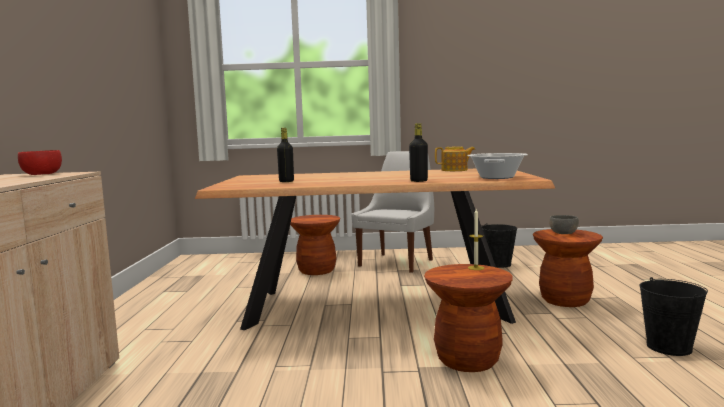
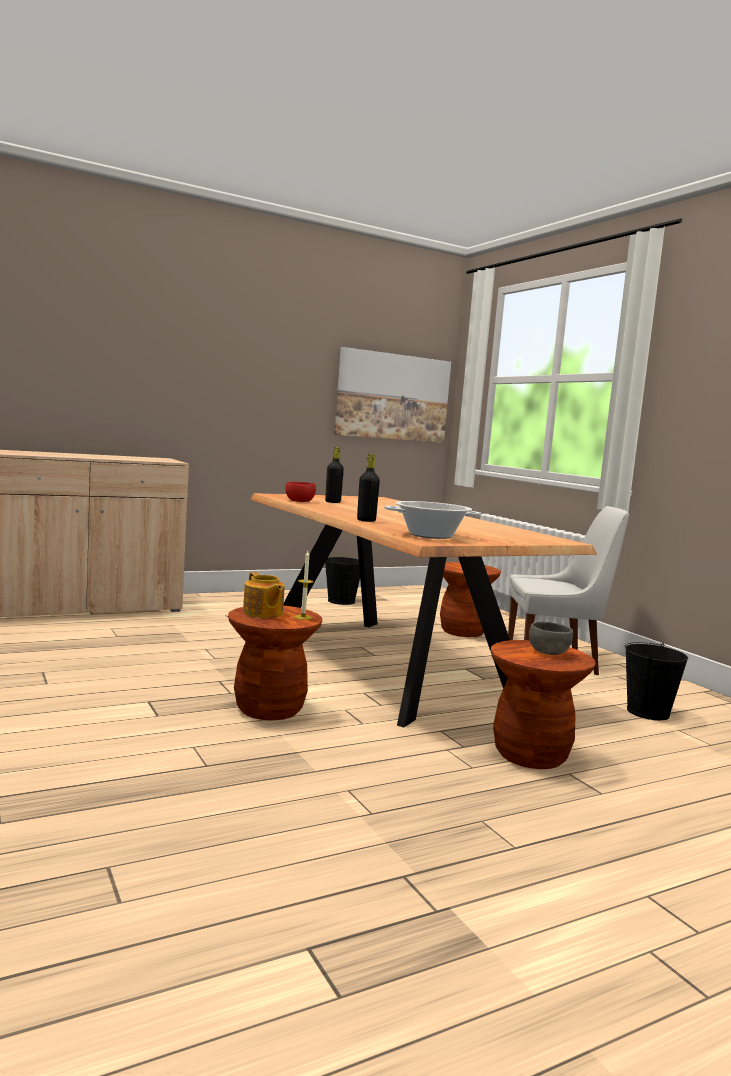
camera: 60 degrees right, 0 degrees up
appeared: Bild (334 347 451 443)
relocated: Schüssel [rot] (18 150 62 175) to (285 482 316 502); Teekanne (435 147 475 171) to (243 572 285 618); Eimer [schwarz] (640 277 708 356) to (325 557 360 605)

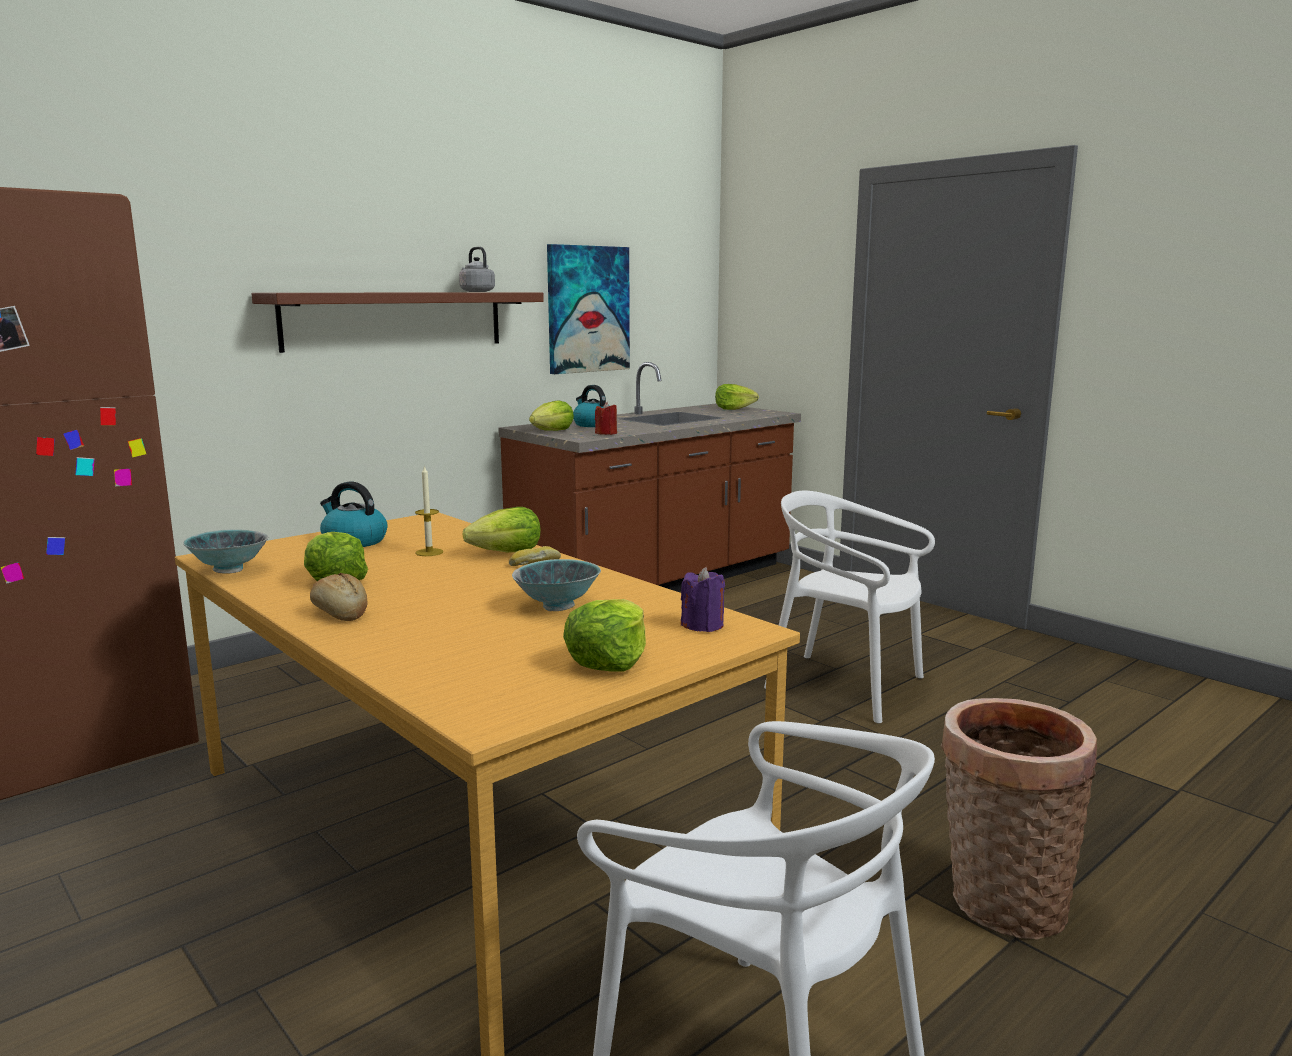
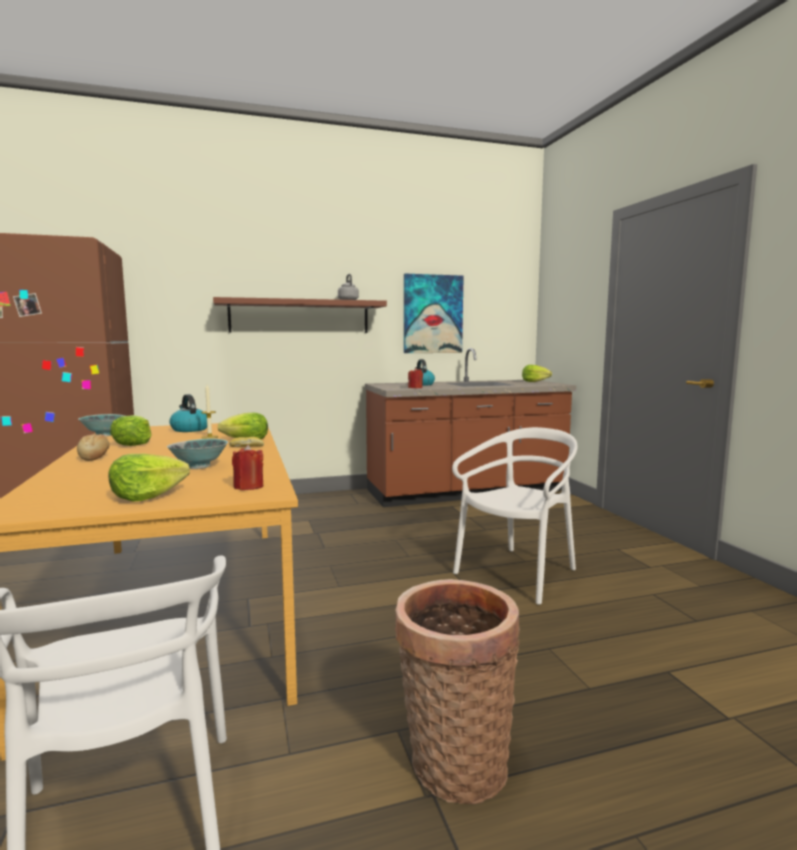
camera: 25 degrees right, 5 degrees down
missing: Salatkopf (529 401 574 431)
colour: Kerze [lila] (681 567 725 632) to Kerze [rot] (232 445 263 490)
spun: Stuhl [weiß] (764 491 935 724) = (452 427 578 605) 75 degrees clockwise

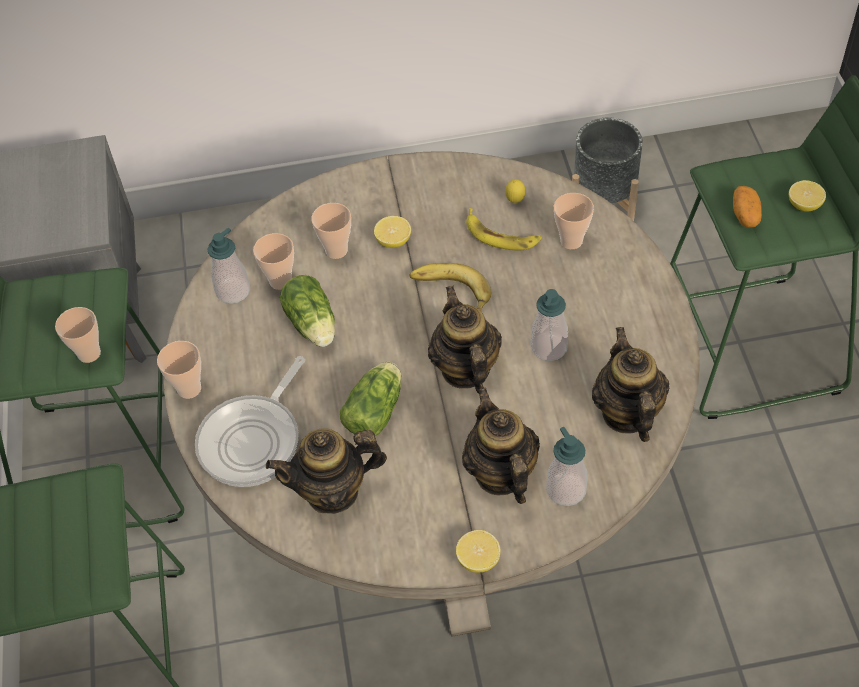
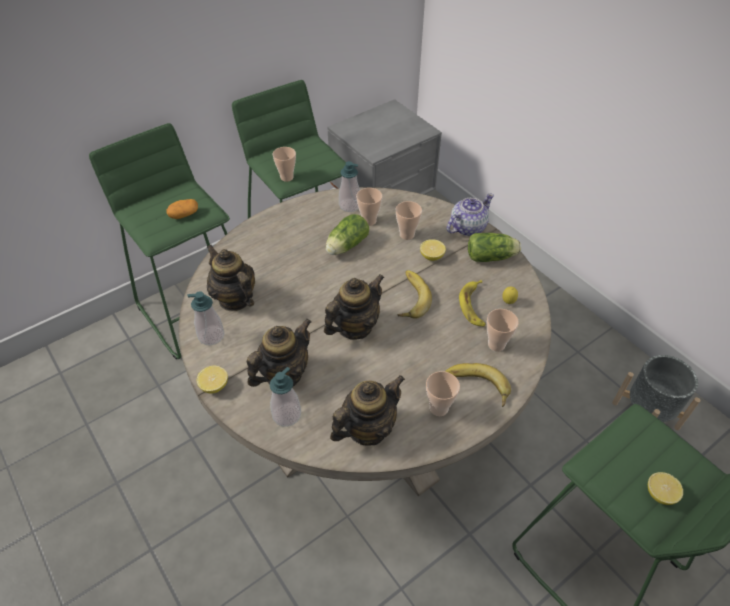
camera: 60 degrees right, 5 degrees down
missing: Pfanne (195 356 305 487)
appeared: Banane (445 363 511 407); Teekanne (447 194 494 236)
relocated: Tasse (157 341 201 399) to (426 371 460 416); Salatkopf (340 362 401 436) to (468 233 521 262); Seifenspender (530 289 568 361) to (187 291 224 345); Kartoffel (733 186 762 228) to (167 199 198 219)

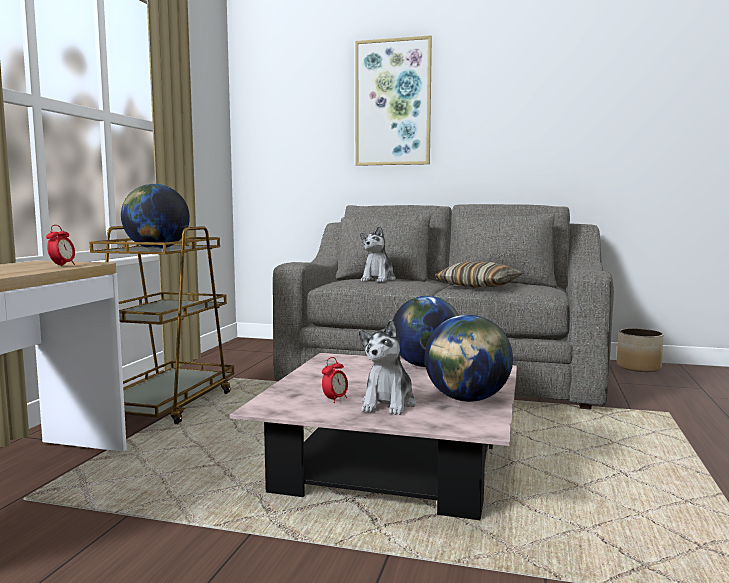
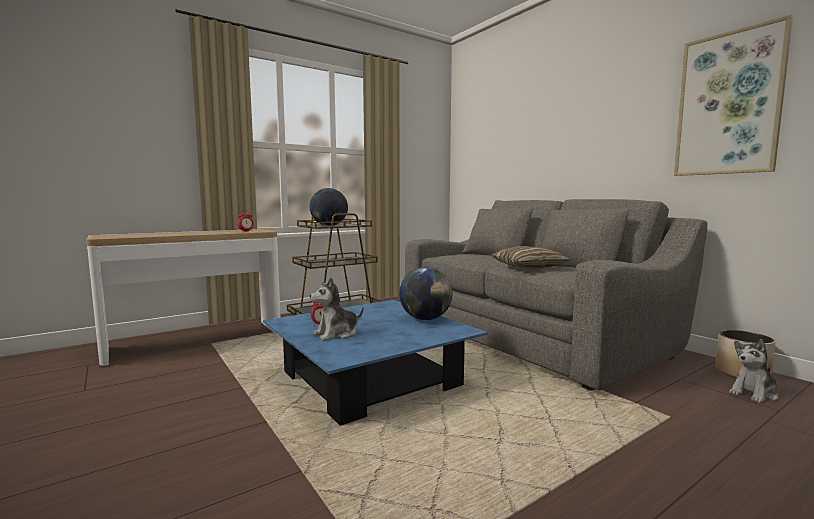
camera: 40 degrees right, 0 degrees up
missing: Globus (425 315 513 402)
relocated: Bild (355 35 432 166) to (674 14 793 176); Plüschtier (360 226 396 282) to (729 339 779 403)
colour: Couchtisch [rosa] (230 353 517 520) to Couchtisch [blau] (263 300 488 426)

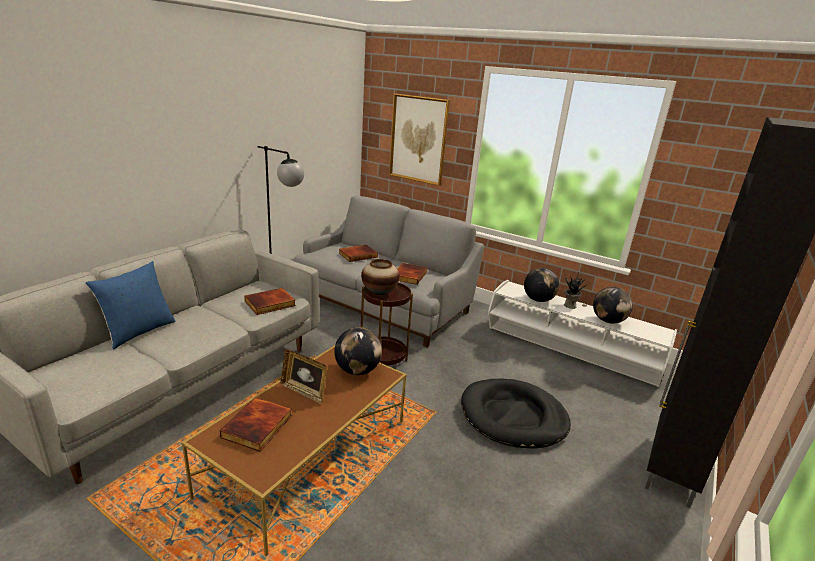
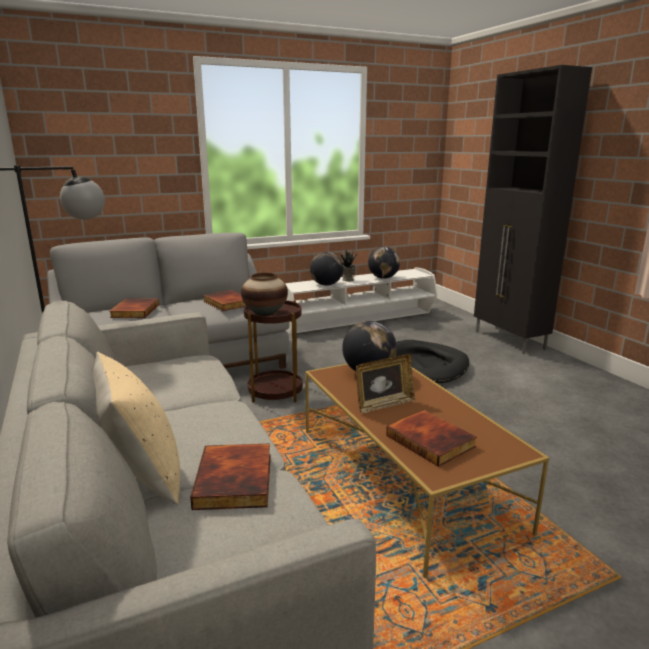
camera: 55 degrees left, 5 degrees down
missing: Bild (389 93 450 186)
relocated: Buch (244 288 296 315) to (190 444 271 510)
colour: Kissen [blau] (86 261 176 349) to Kissen [beige] (93 352 180 505)

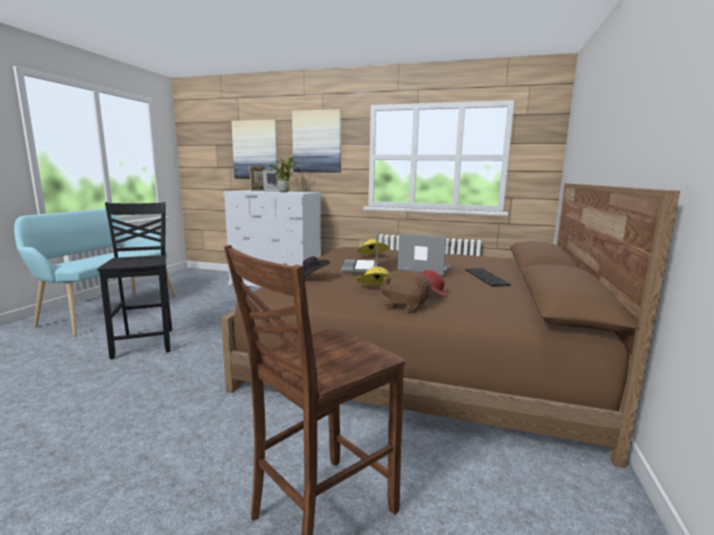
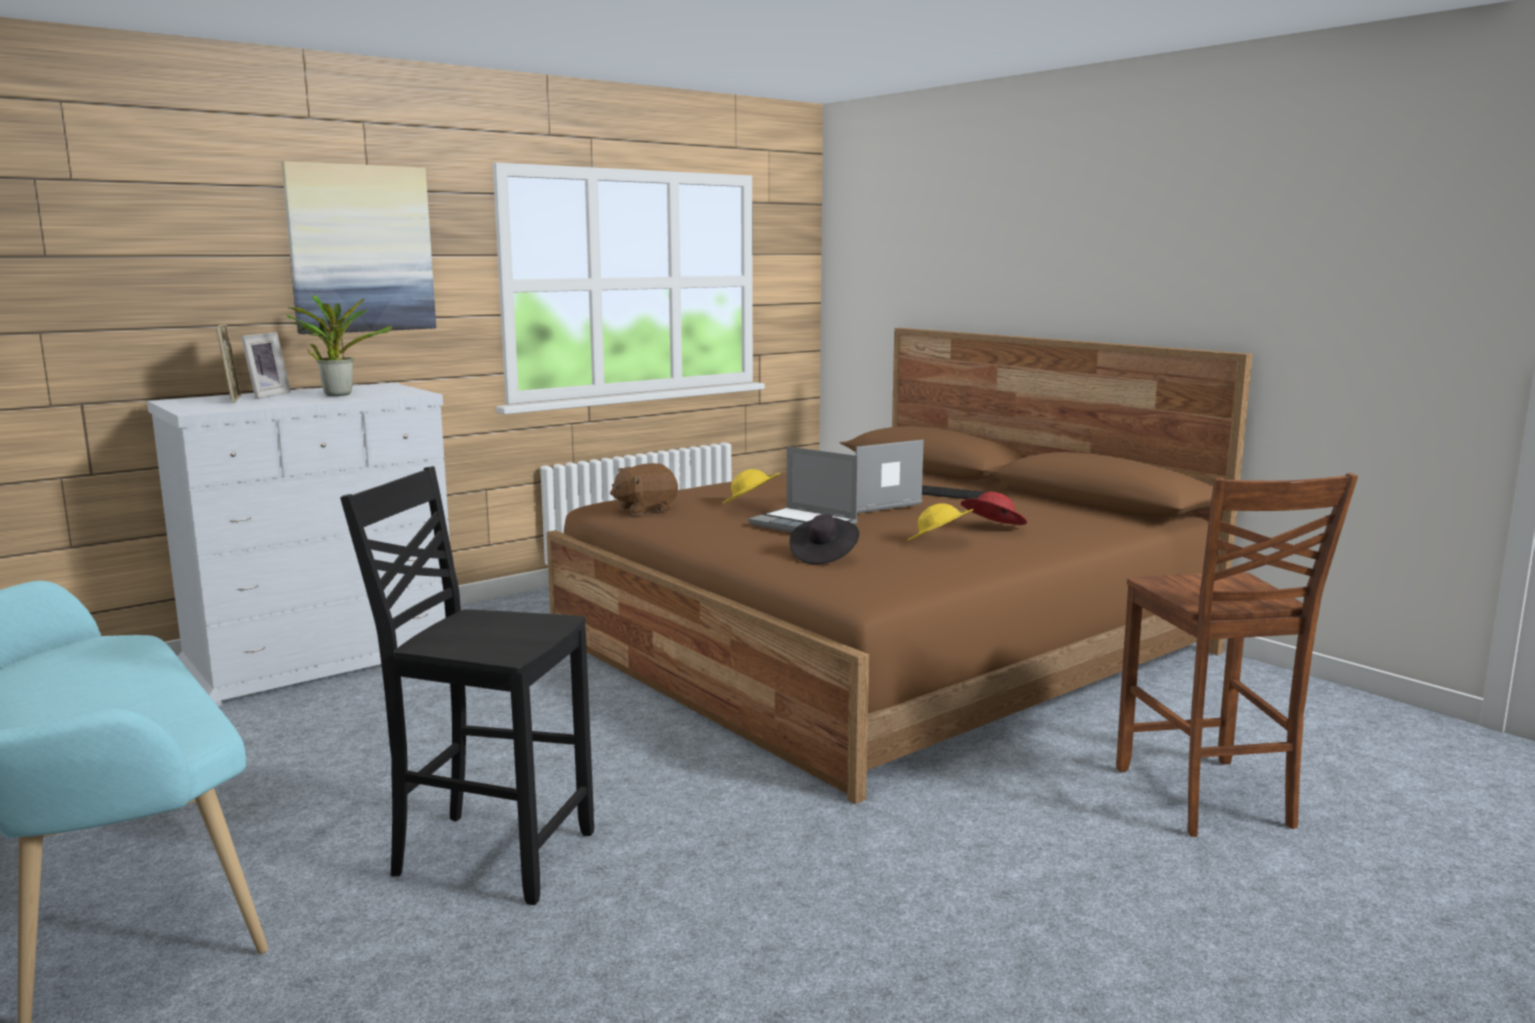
camera: 55 degrees left, 0 degrees up
missing: Bild (231 120 278 179)
relocated: Plüschtier [braun] (380 271 431 311) to (610 463 678 515)

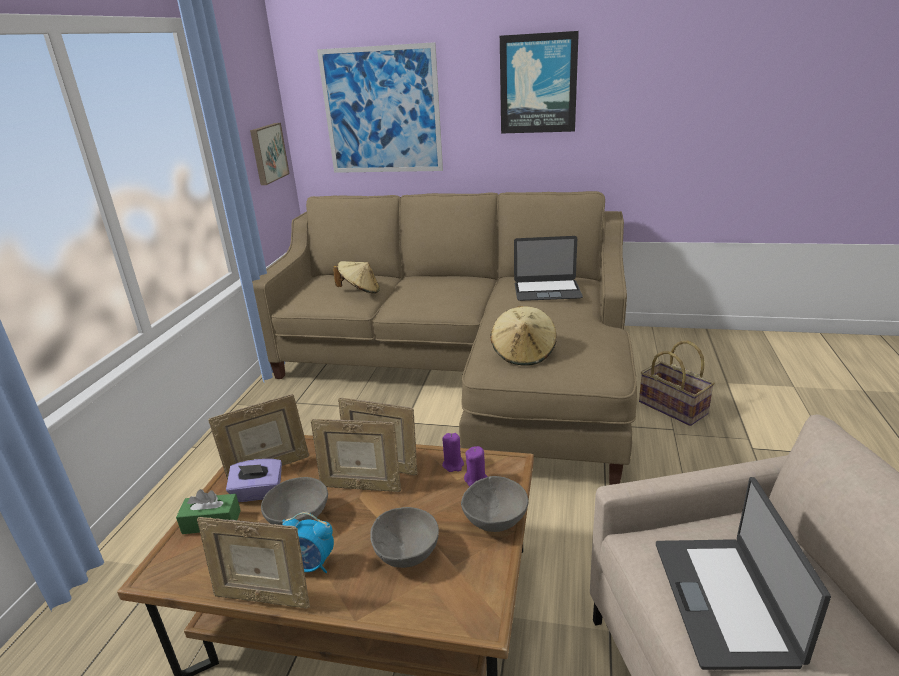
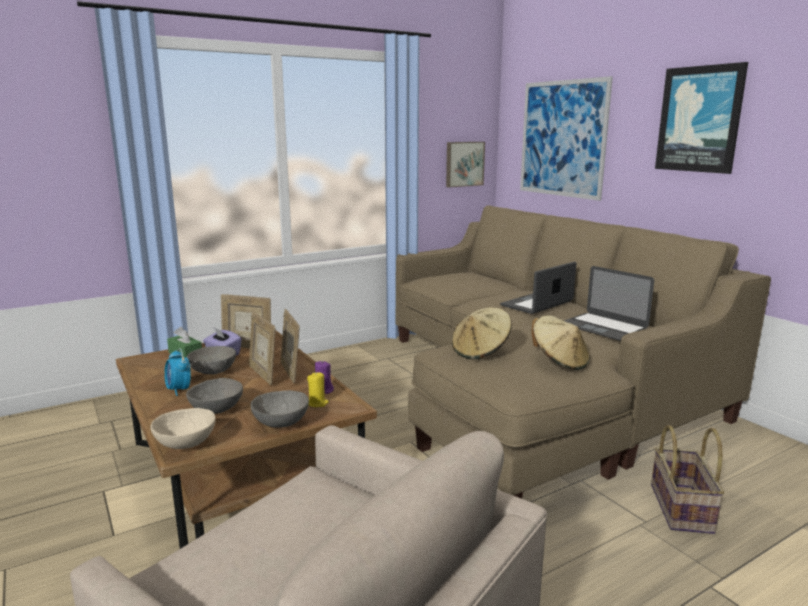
camera: 45 degrees right, 10 degrees down
missing: Bilderrahmen (197 517 310 608)
appeared: Schüssel [beige] (151 408 215 449)
relocated: Hut [beige] (333 261 380 294) to (531 316 590 370); Laptop (656 477 831 670) to (500 262 576 314)
colour: Kerze [lila] (464 446 488 486) to Kerze [gelb] (307 372 329 407)

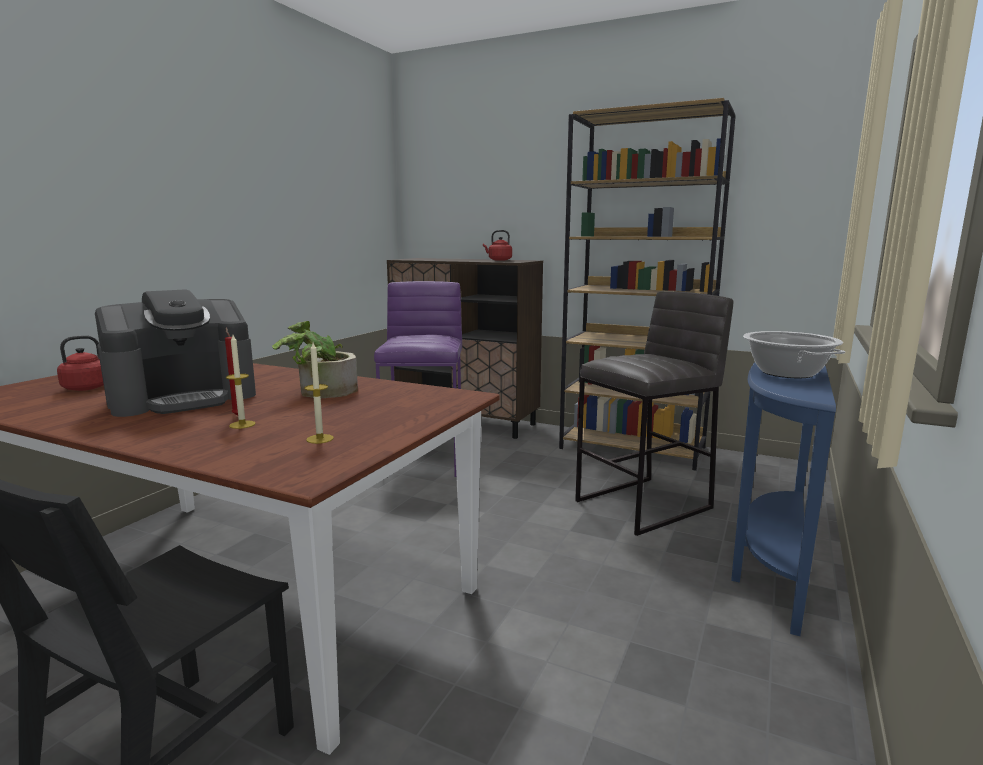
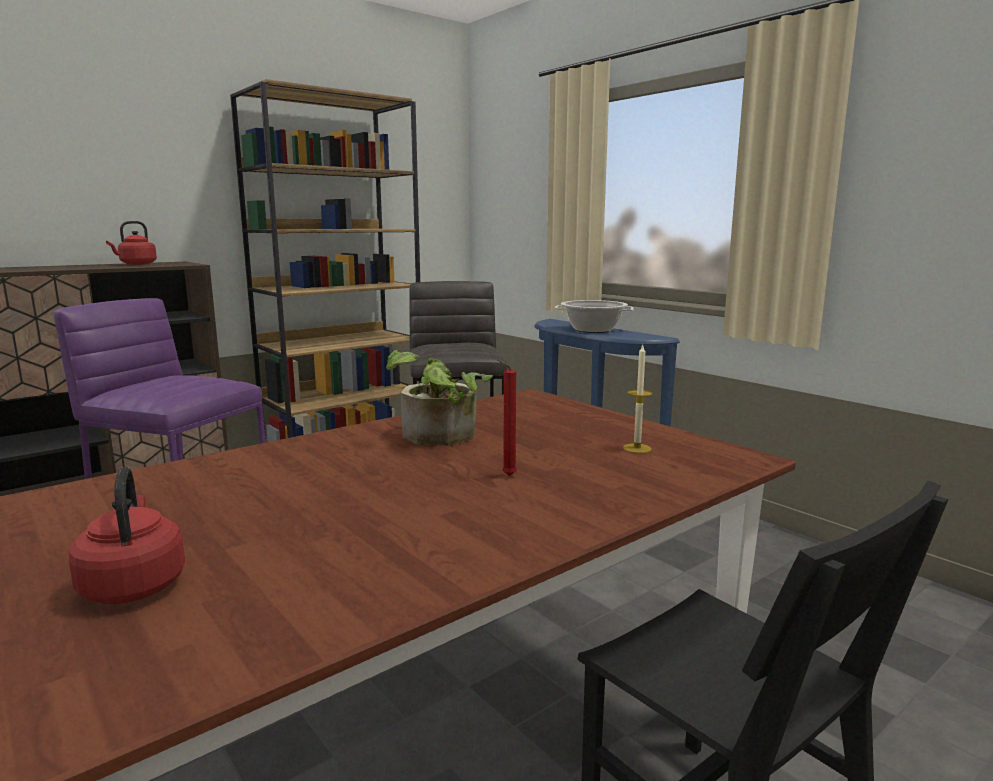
camera: 65 degrees left, 0 degrees up
missing: Kaffeemaschine (95 289 256 417); Kerze (226 335 256 429)

